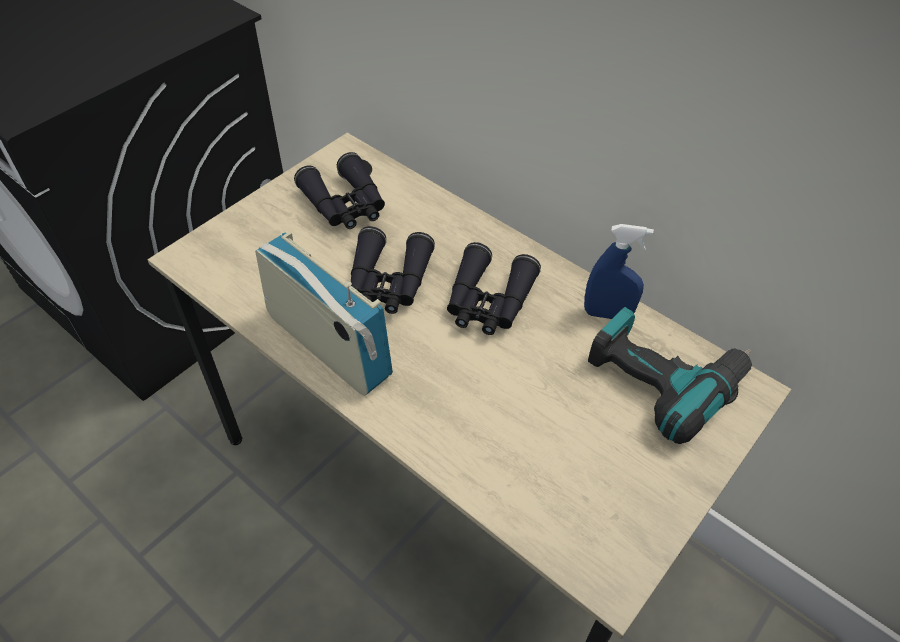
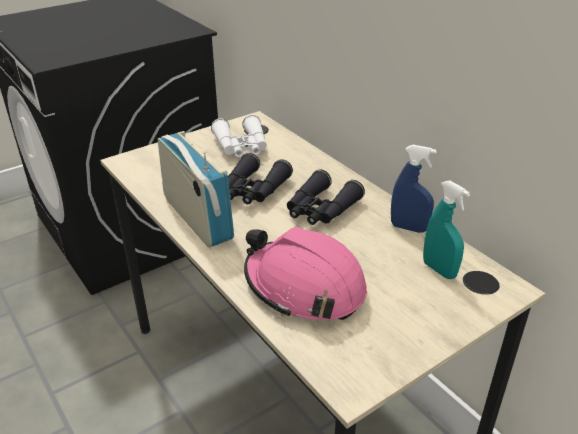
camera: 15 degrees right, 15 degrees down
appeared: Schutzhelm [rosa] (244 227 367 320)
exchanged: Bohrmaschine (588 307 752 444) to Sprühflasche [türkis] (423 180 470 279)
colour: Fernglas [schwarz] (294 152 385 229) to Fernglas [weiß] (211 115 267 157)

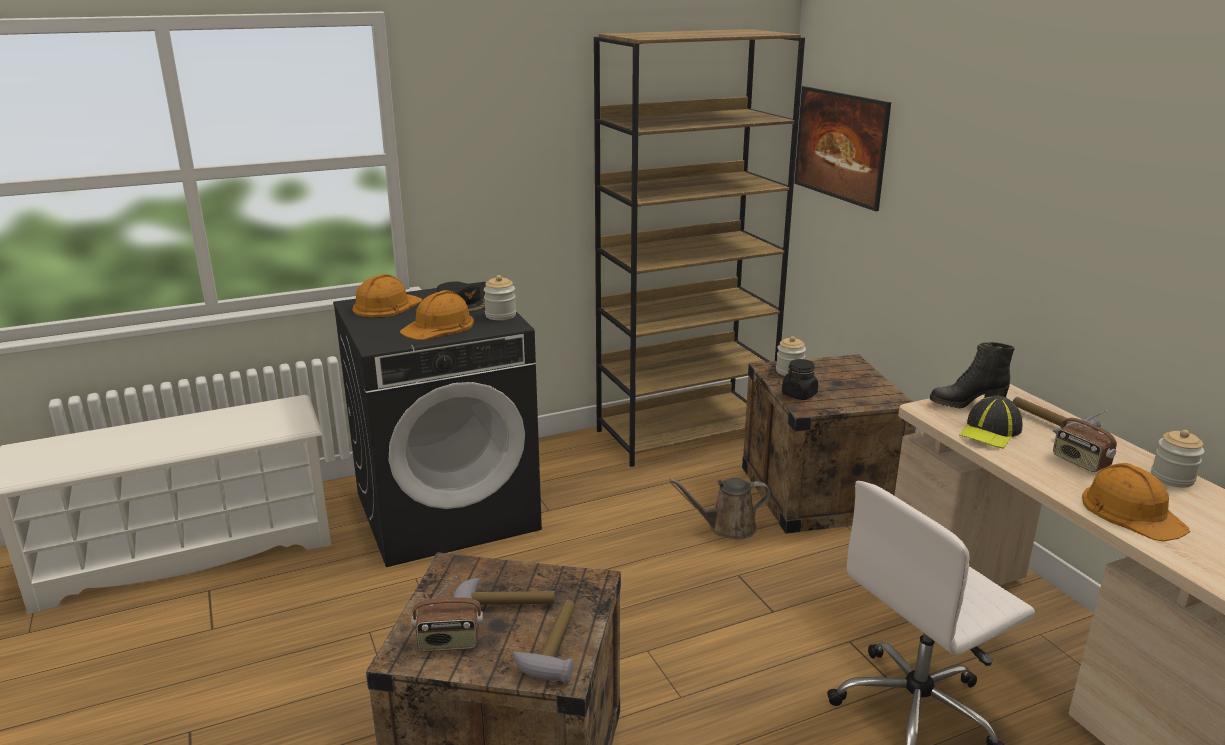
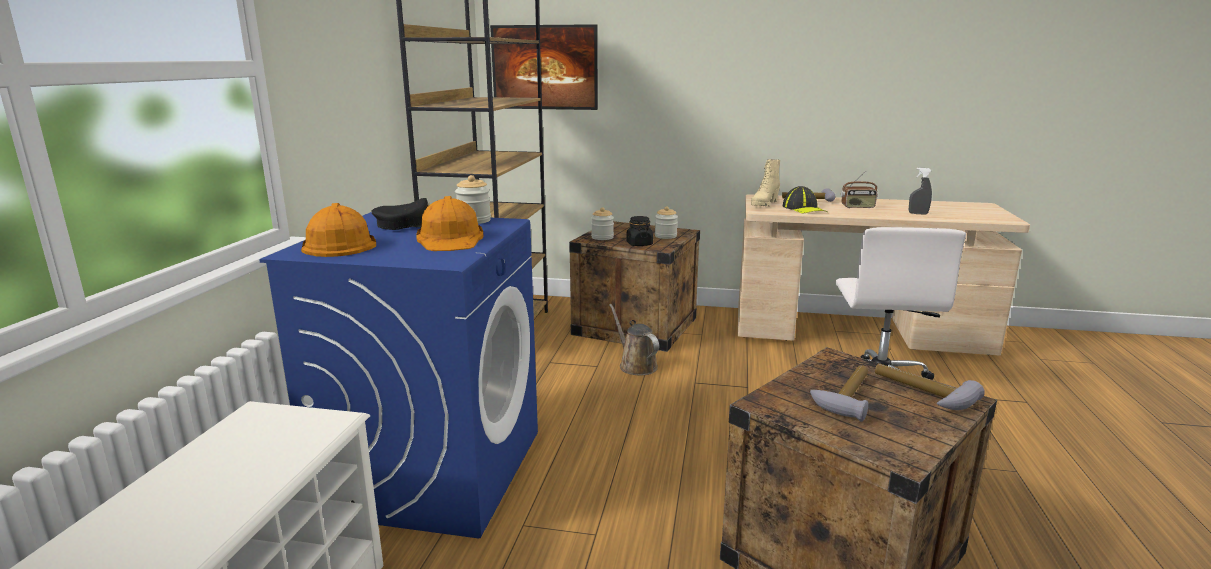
camera: 55 degrees left, 5 degrees down
missing: Radio (412 576 483 651)
relocated: Vorratsglas (1151 430 1204 487) to (655 206 678 239)
exchanged: Schutzhelm [orange] (1082 463 1190 541) to Sprühflasche [grau] (909 168 932 215)
colour: Waschmaschine [schwarz] (333 282 542 567) to Waschmaschine [blau] (259 212 538 538); Stiefel [schwarz] (930 342 1015 408) to Stiefel [beige] (751 159 780 206)
spun: Gießkanne [braun] (669 478 770 540) = (609 304 659 375) 120 degrees clockwise

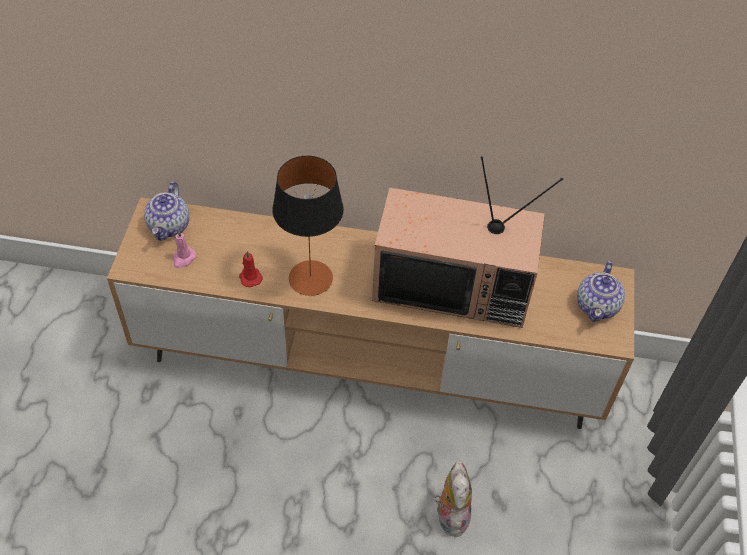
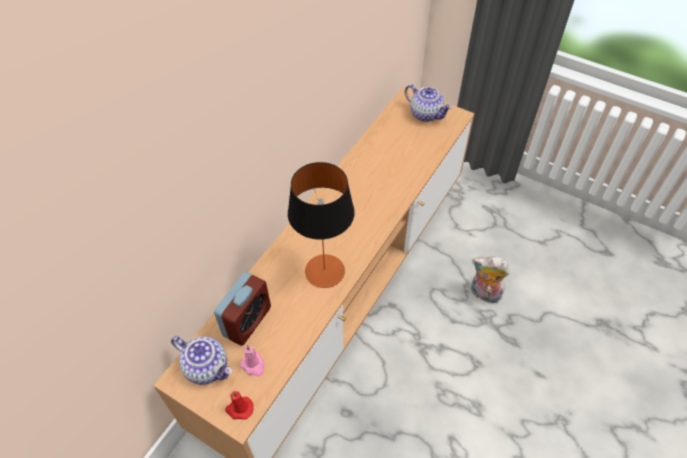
camera: 65 degrees left, 0 degrees up
missing: Fernseher (372 156 563 328)
appeared: Wecker (214 272 271 346)
relocated: Kerze [rot] (239 251 263 287) to (225 391 254 420)

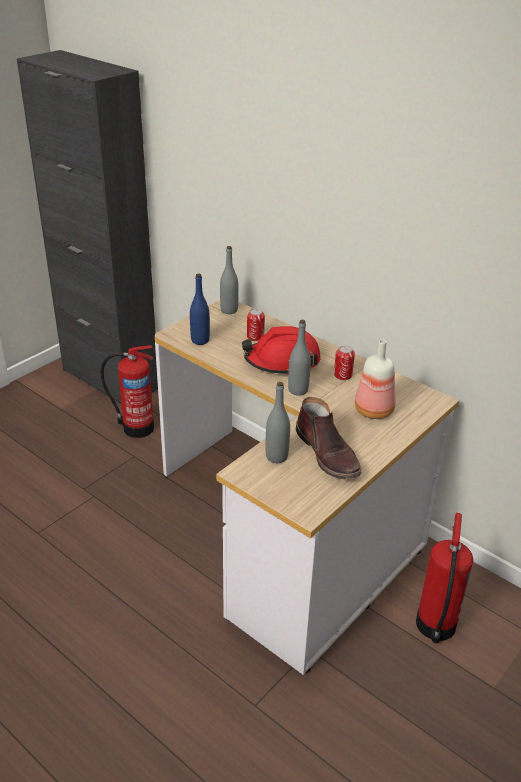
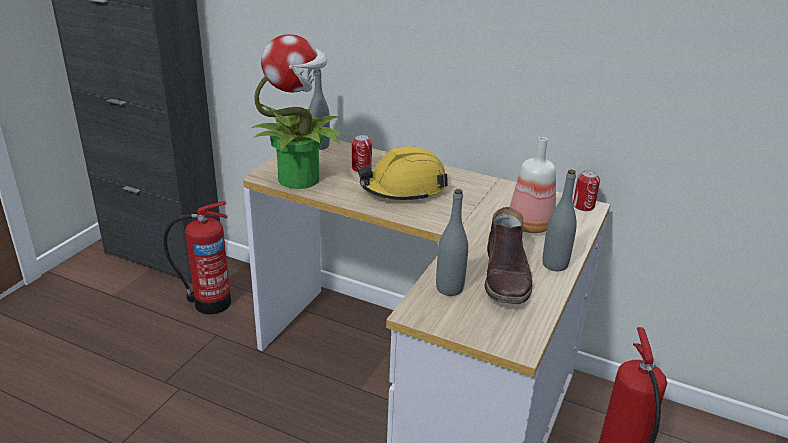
camera: 15 degrees left, 5 degrees down
relocated: Flasche [grau] (288 320 311 396) to (542 170 577 271); Dose (334 346 355 380) to (573 170 600 211)
exchanged: Flasche [blau] (190 273 210 345) to Topfpflanze (252 34 346 189)
colour: Schutzhelm [rot] (242 326 321 374) to Schutzhelm [gelb] (358 146 448 202)
spun: Stiefel [braun] (296 397 361 479) = (485 207 532 304) 45 degrees clockwise

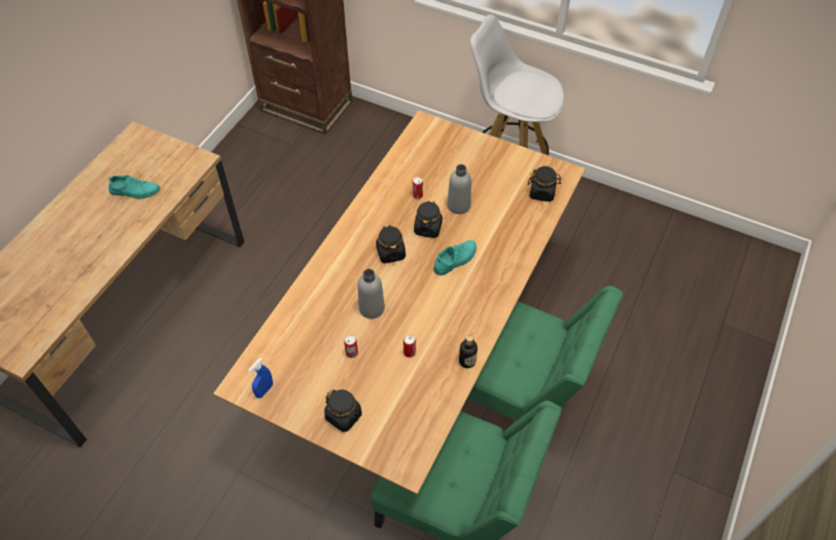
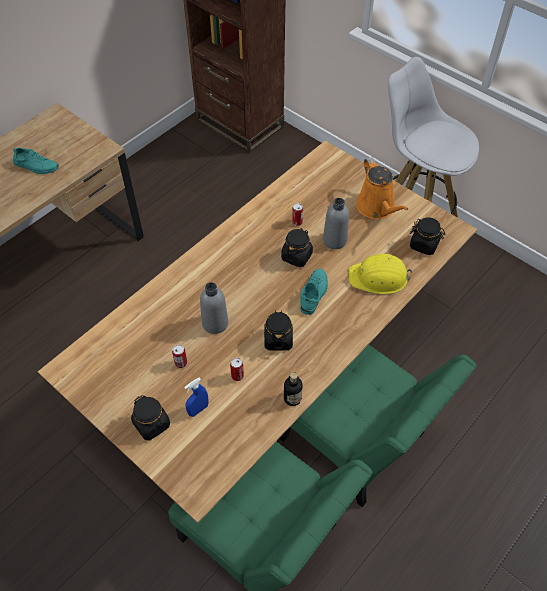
camera: 15 degrees right, 0 degrees up
appeared: Schutzhelm [gelb] (348 254 412 294); Gießkanne [orange] (356 157 409 219)
relocated: Sprühflasche [blau] (249 358 273 398) to (184 378 209 417); Vorratsglas [schwarz] (376 225 406 263) to (264 310 293 351)
spun: Schuh [türkis] (433 240 477 276) = (300 269 328 315) 45 degrees counterclockwise

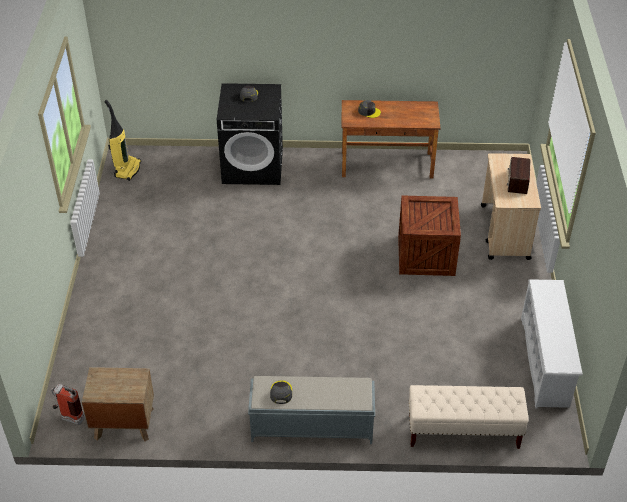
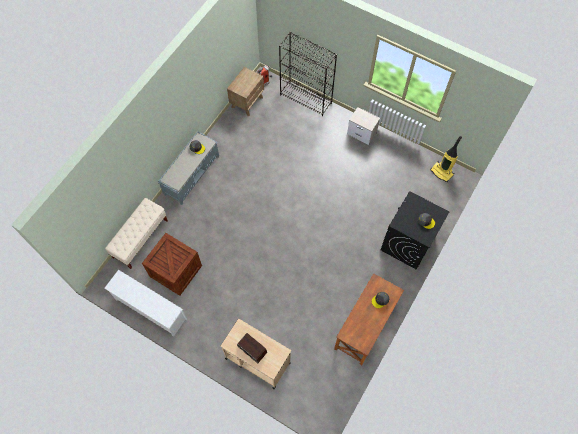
camera: 120 degrees right, 20 degrees up
appeared: Bücherregal [schwarz] (279 32 337 117); Nachttisch (347 107 380 145)
relocated: Kiste (398 195 461 276) to (142 233 202 296)

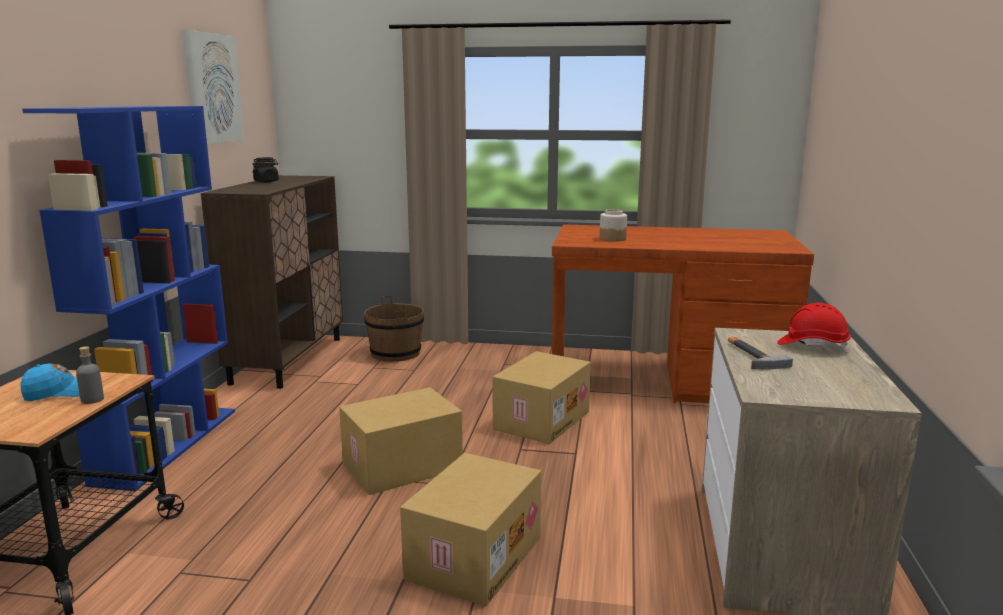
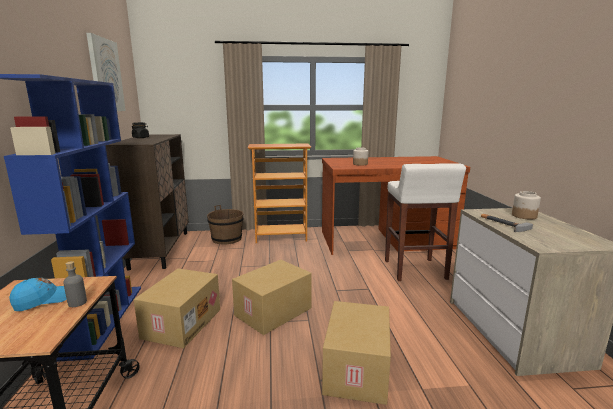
camera: 15 degrees left, 0 degrees up
appeared: Bücherregal (248 143 311 243); Hocker [weiß] (385 163 466 281)
relocated: Karton (493 351 591 444) to (134 269 220 348)
exchanged: Schutzhelm [rot] (777 303 851 353) to Vorratsglas (512 191 541 220)

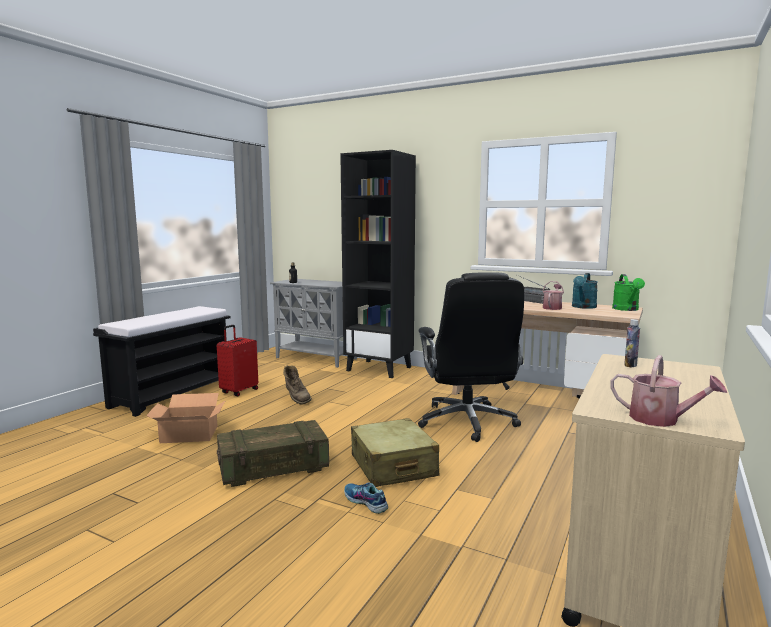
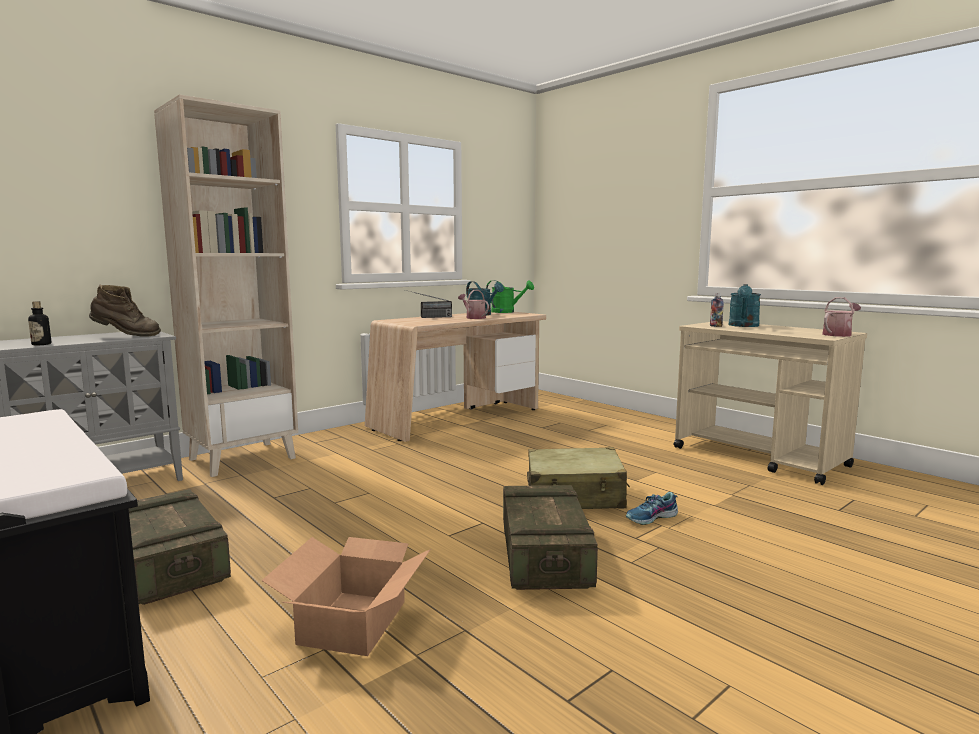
camera: 70 degrees left, 0 degrees up
missing: Bürostuhl [schwarz] (418 272 524 442)
appeared: Gießkanne [türkis] (729 284 761 327)
relocated: Stiefel [braun] (283 365 312 405) to (89 285 161 337)
exchanged: Koffer [rot] (217 325 258 397) to Kiste (129 489 231 605)
colour: Bücherregal [schwarz] (340 150 416 378) to Bücherregal [beige] (154 94 298 477)

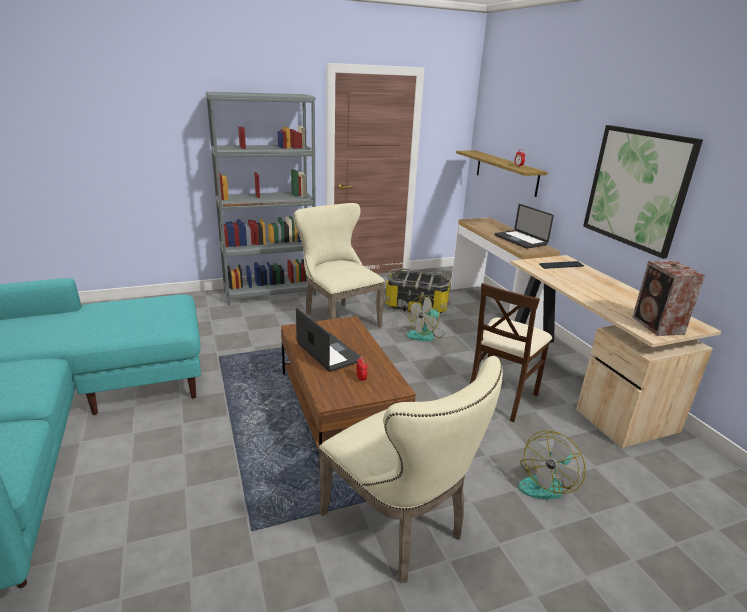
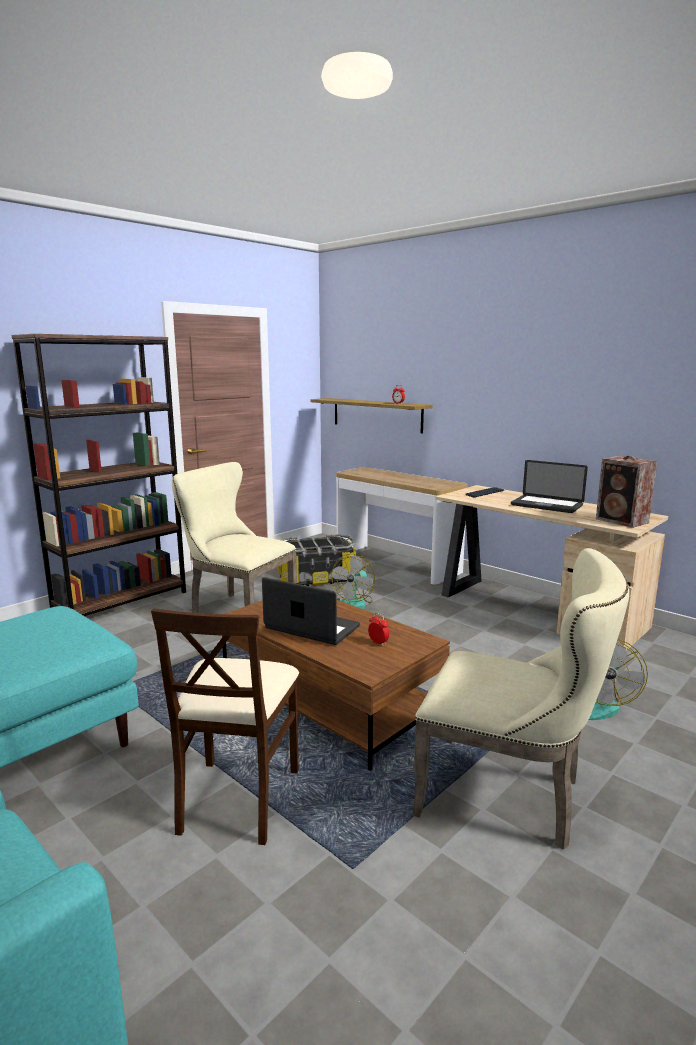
camera: 25 degrees left, 10 degrees down
missing: Bild (583 125 703 259)
relocated: Stuhl [beige] (470 283 552 422) to (151 608 299 845); Laptop (495 204 554 249) to (511 460 588 513)
colour: Bücherregal [grau] (206 92 316 305) to Bücherregal [braun] (12 334 186 616)

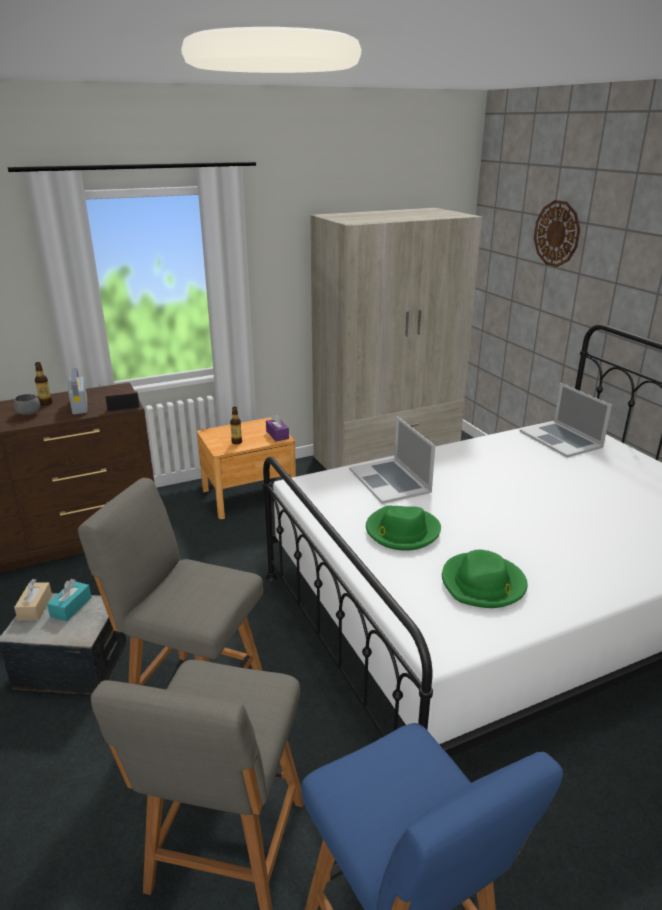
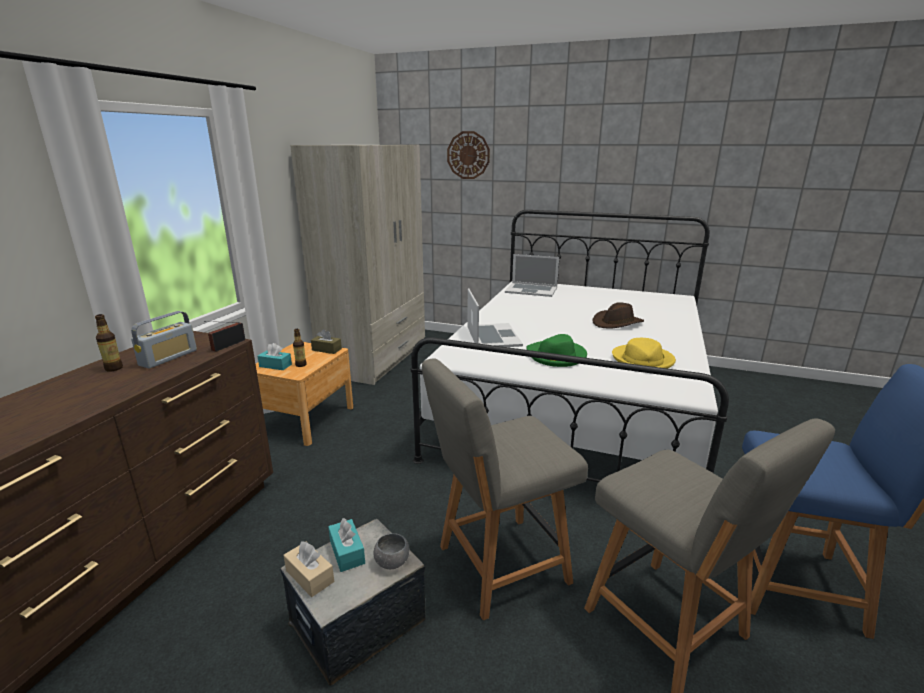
camera: 45 degrees left, 5 degrees down
appeared: Taschentuchbox [türkis] (257 343 292 370); Hut [braun] (592 302 644 328)
relocated: Schüssel [grau] (14 394 40 415) to (374 533 410 569)
colour: Taschentuchbox [lila] (266 414 289 441) to Taschentuchbox [braun] (311 329 342 354); Hut [grün] (442 550 528 608) to Hut [gelb] (612 338 676 369)
spun: Radio (68 368 88 414) = (131 311 197 368) 90 degrees counterclockwise; Laptop (349 416 435 504) = (468 288 523 347) 120 degrees counterclockwise

